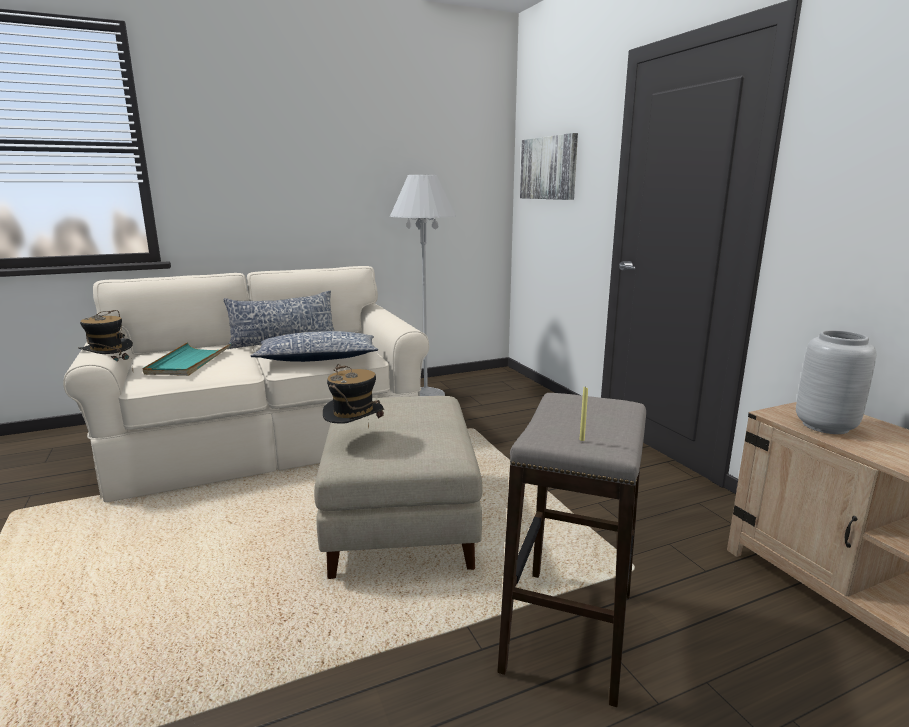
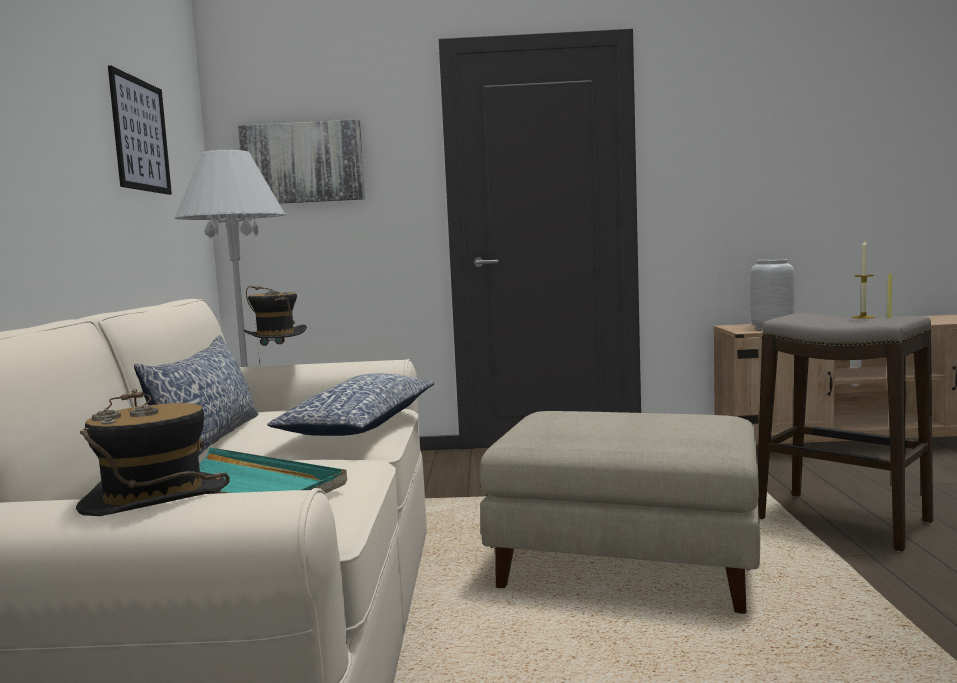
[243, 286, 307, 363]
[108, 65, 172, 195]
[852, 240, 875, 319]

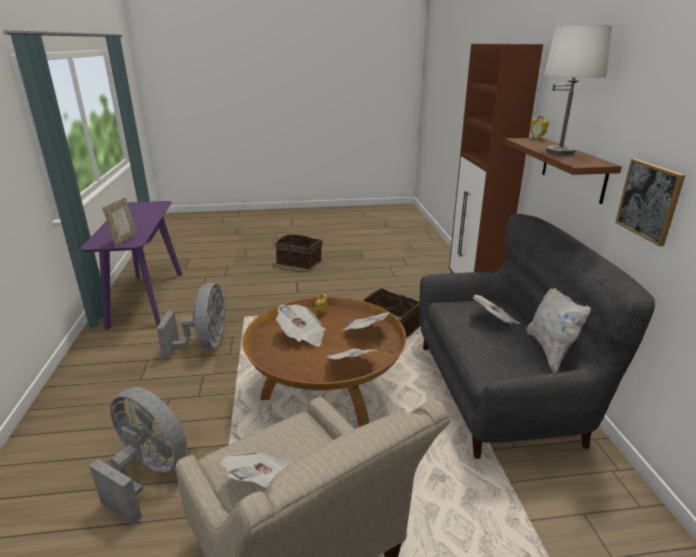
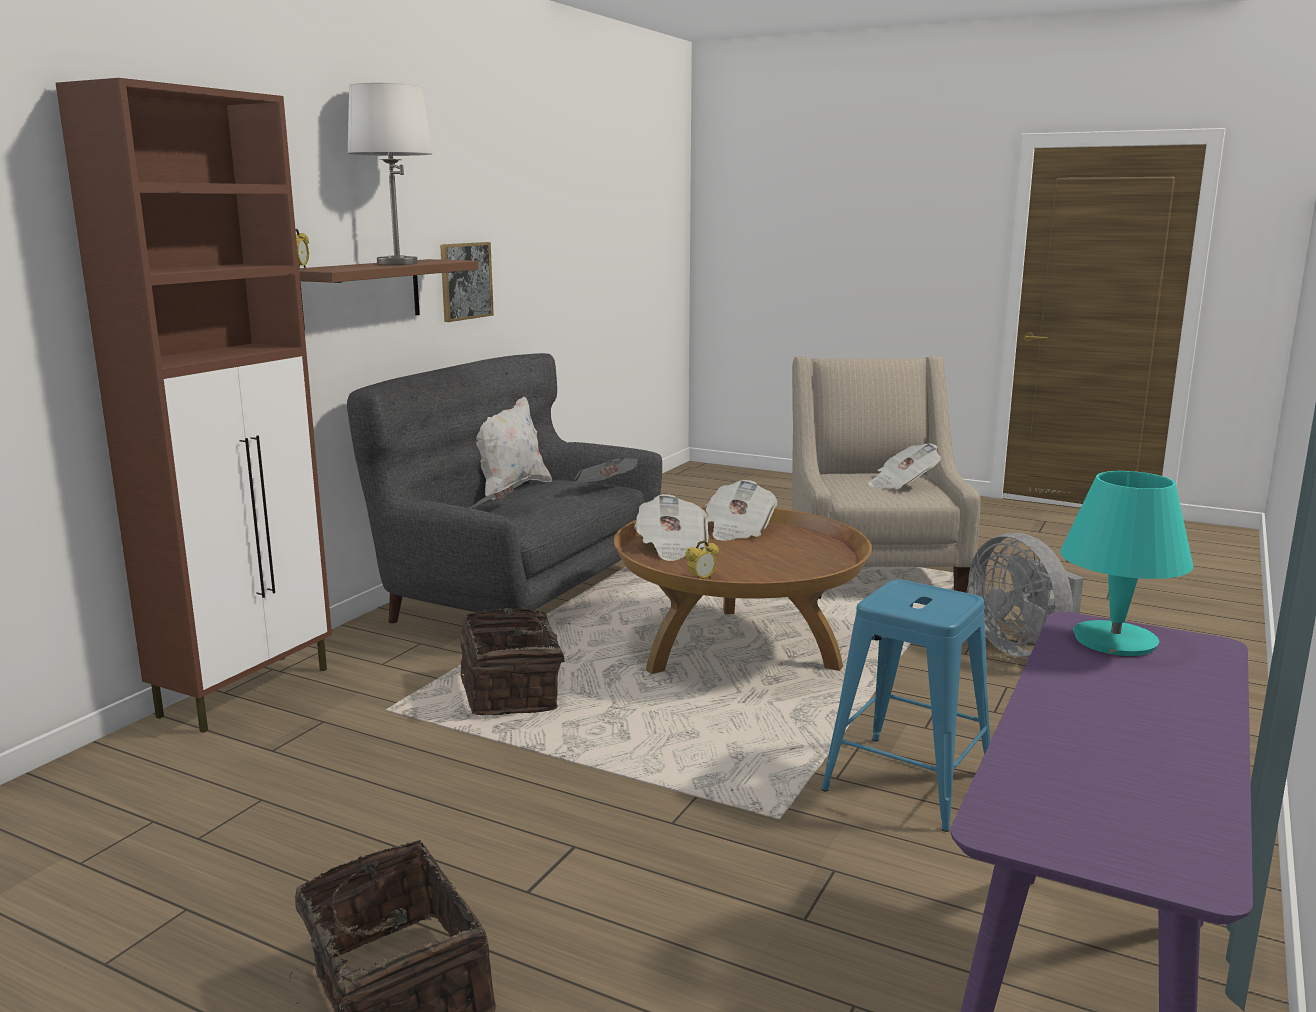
[1060, 471, 1193, 656]
[821, 580, 990, 832]
[574, 458, 638, 483]

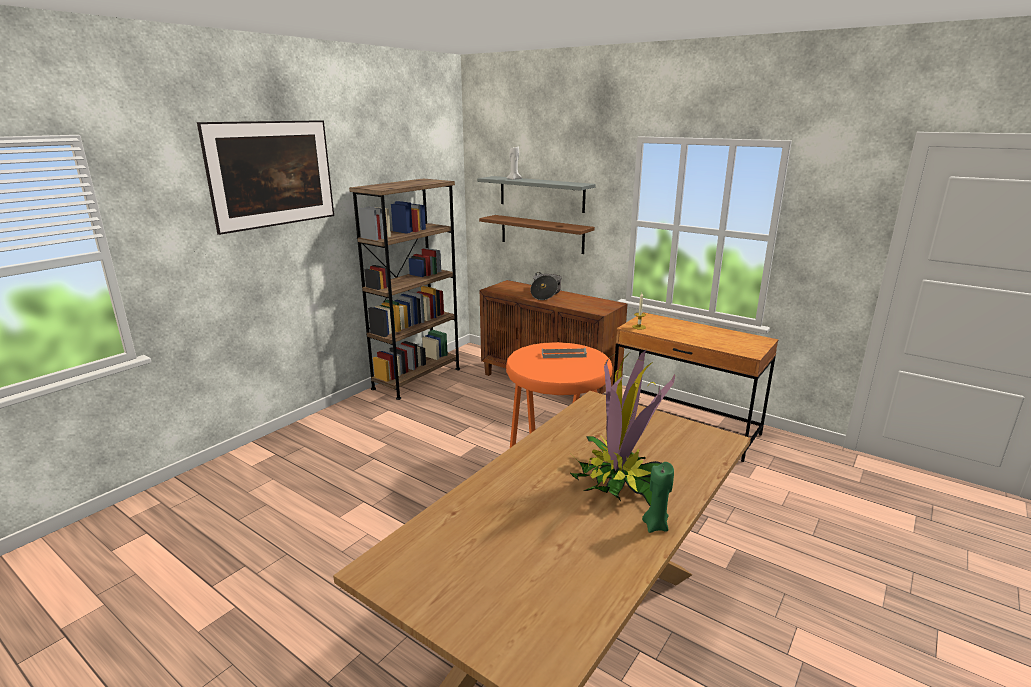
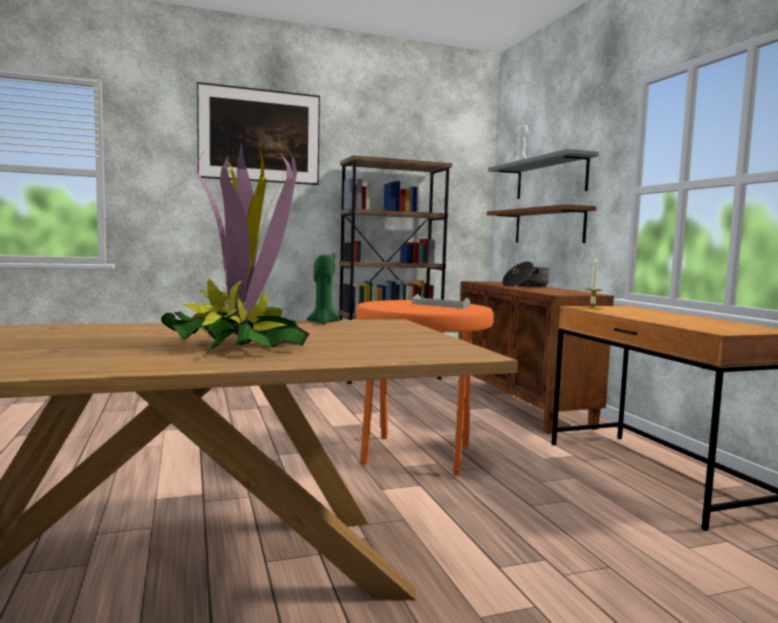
[306, 253, 341, 324]

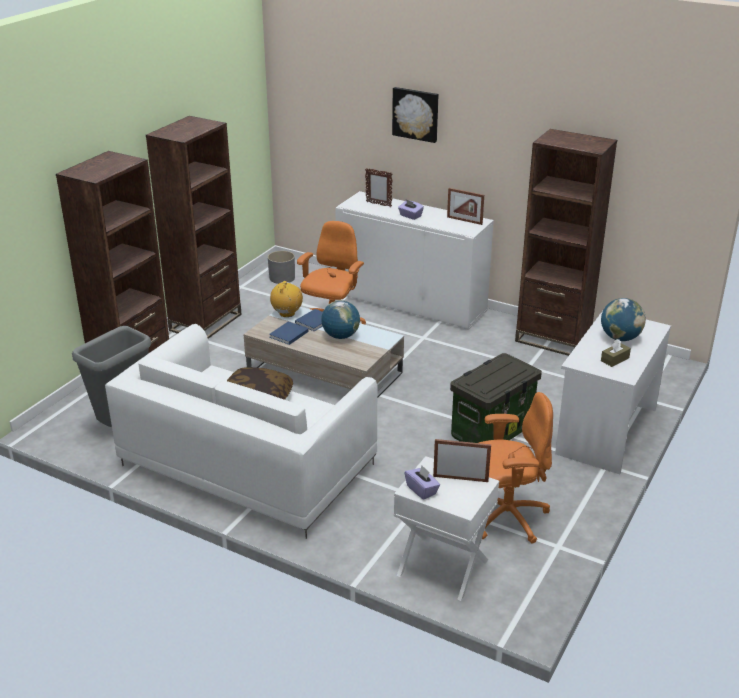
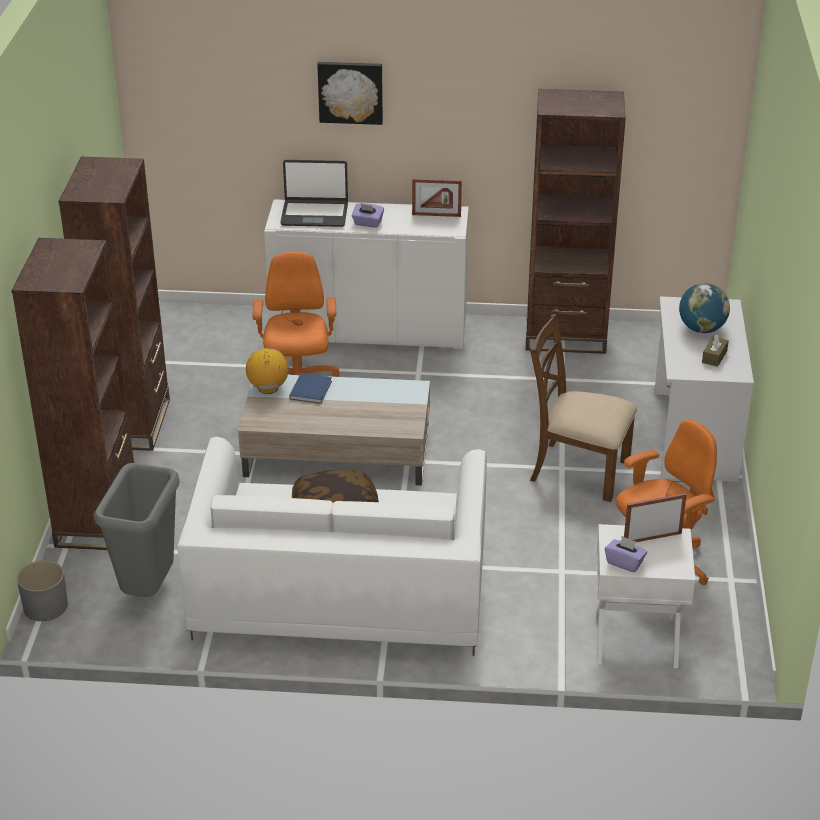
[280, 160, 348, 227]
[17, 560, 68, 621]
[321, 300, 360, 339] (first image)
[269, 321, 309, 345] (first image)
[530, 314, 637, 502]

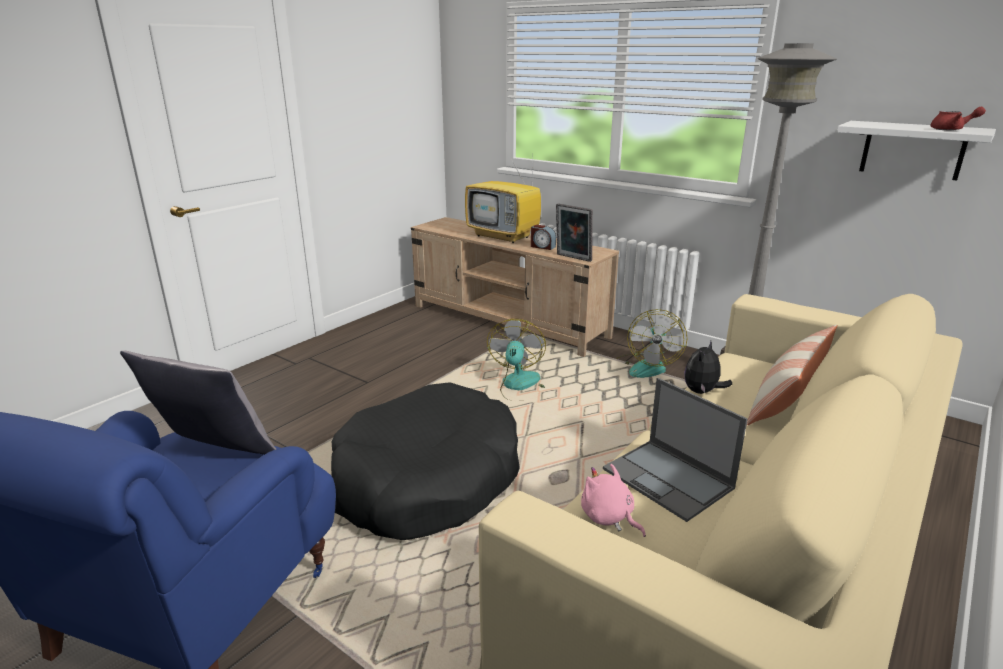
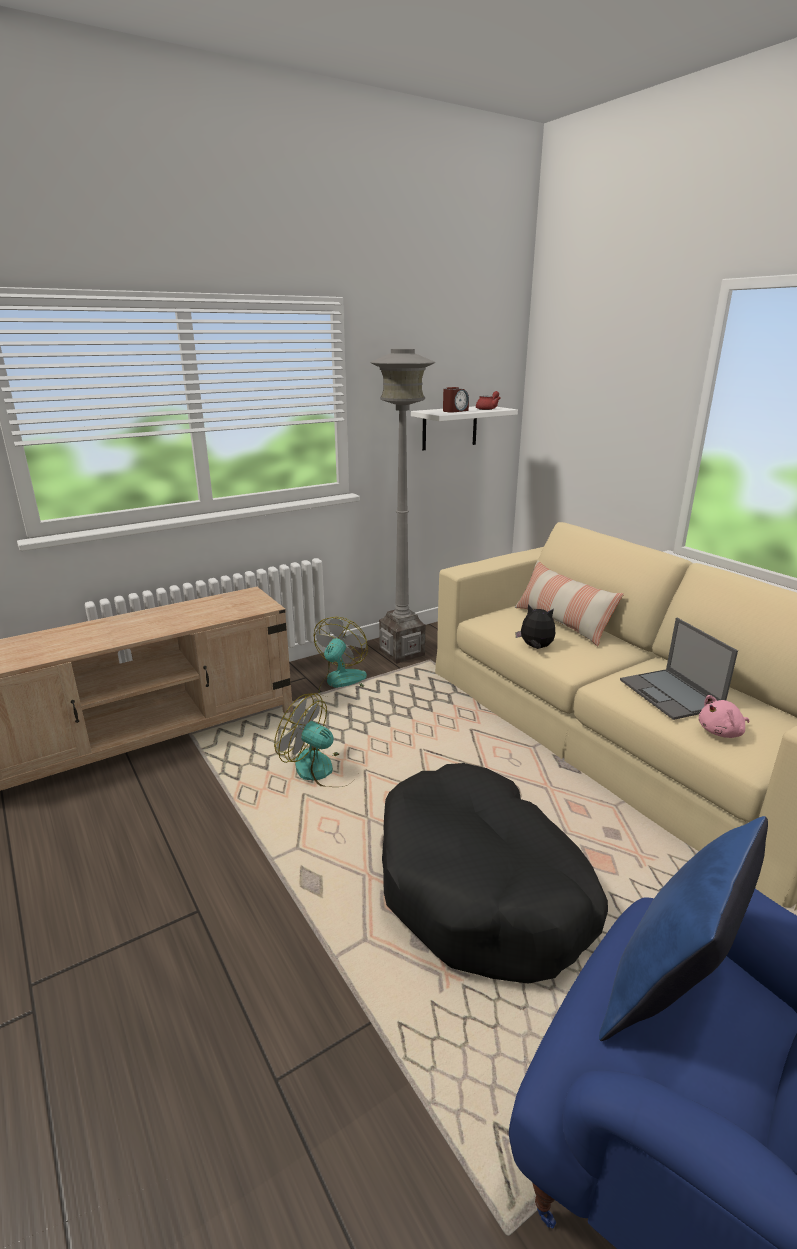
[465, 158, 541, 243] (first image)
[556, 203, 592, 262] (first image)
[443, 387, 469, 413]
[314, 617, 368, 698]
[515, 604, 555, 649]
[599, 816, 768, 1041]
[620, 618, 738, 720]

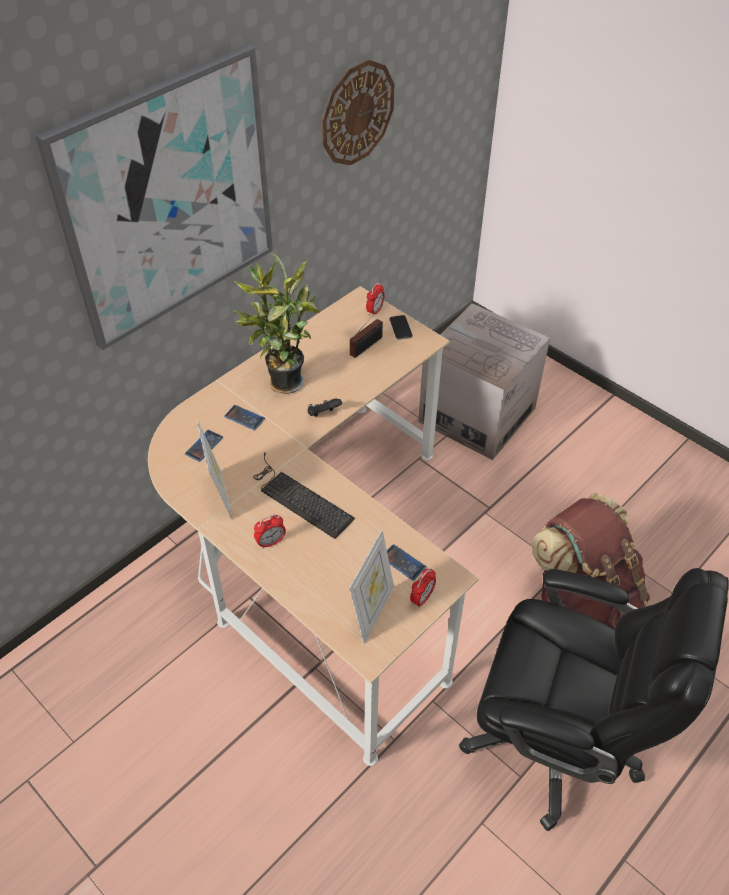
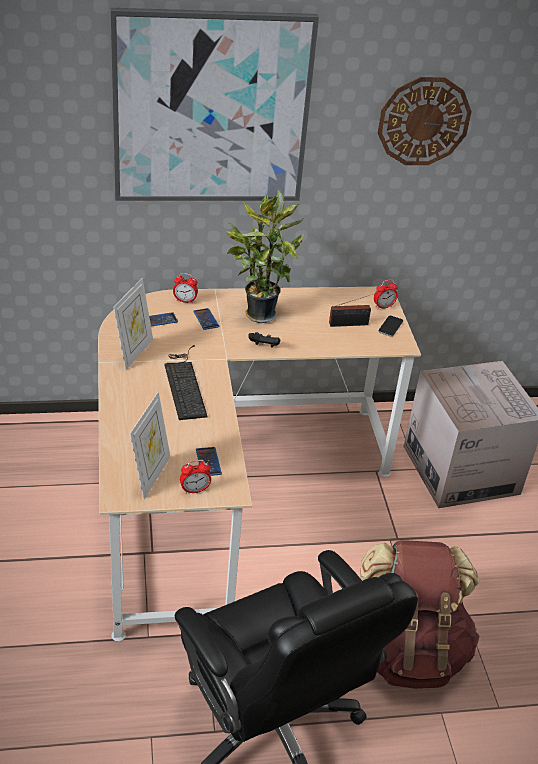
[173, 273, 198, 304]
[130, 392, 170, 499]

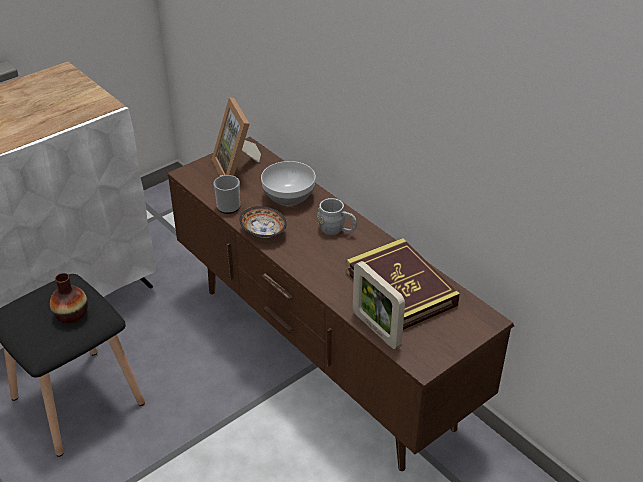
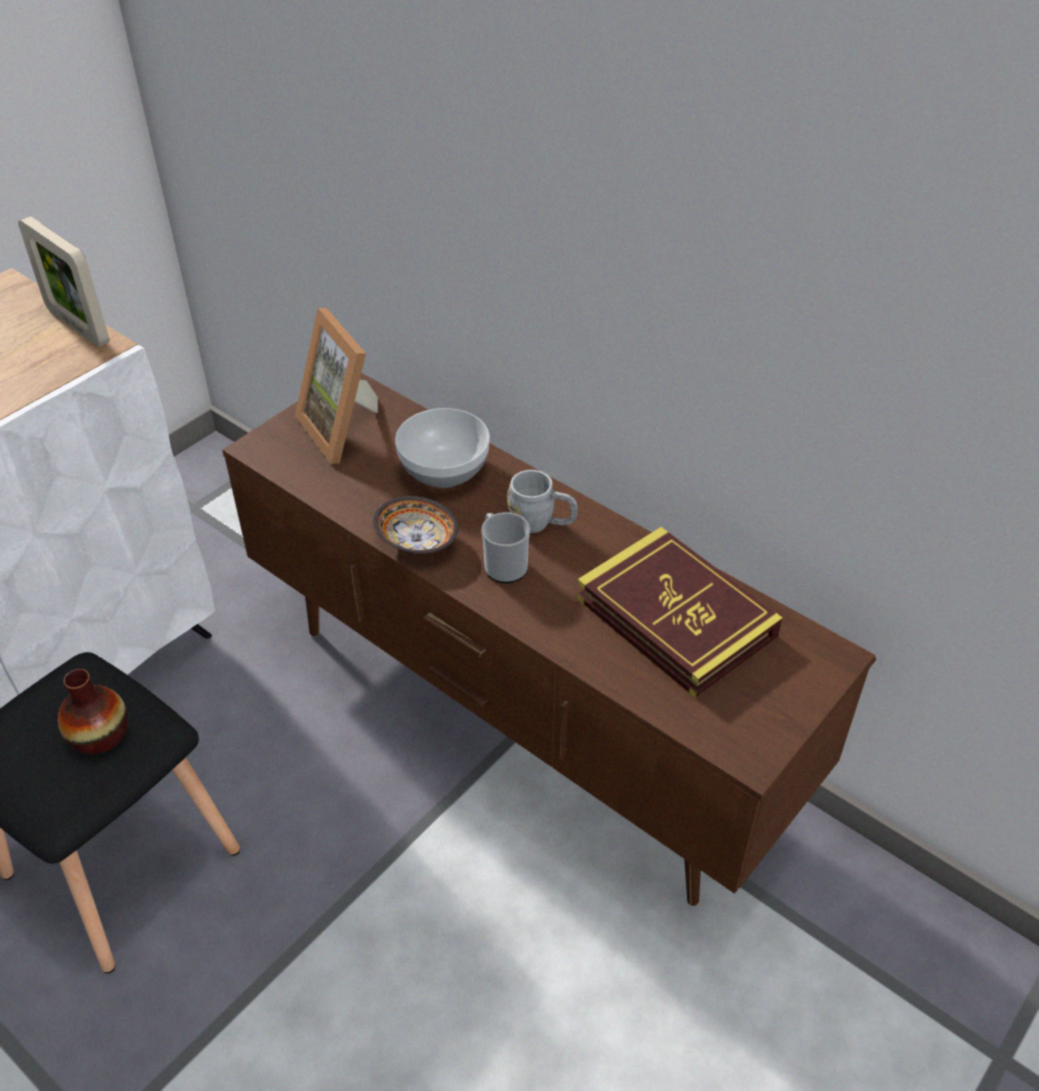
[481, 512, 530, 583]
[18, 216, 109, 347]

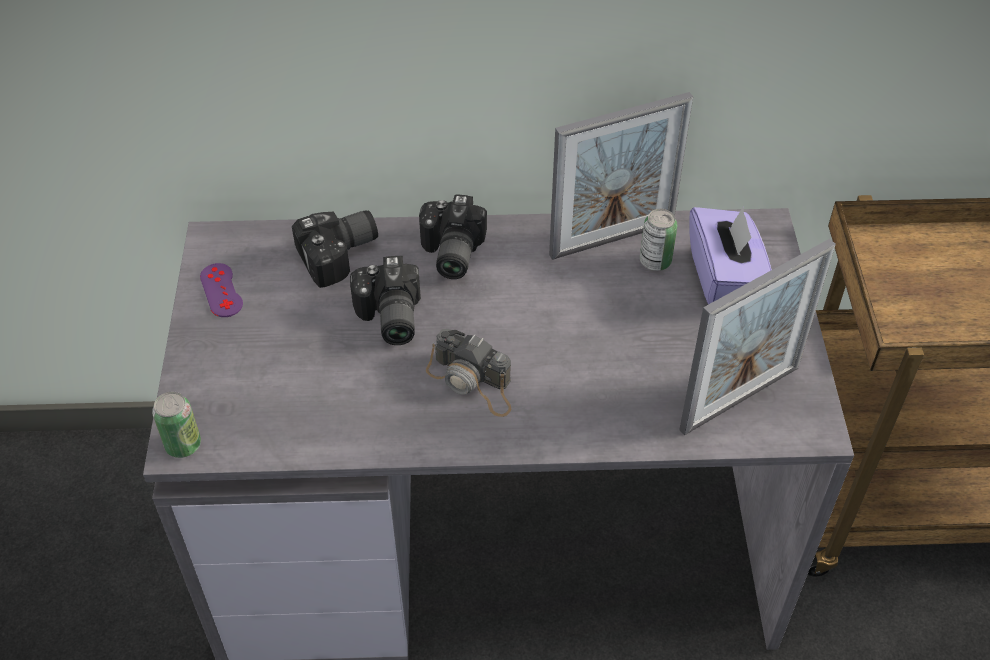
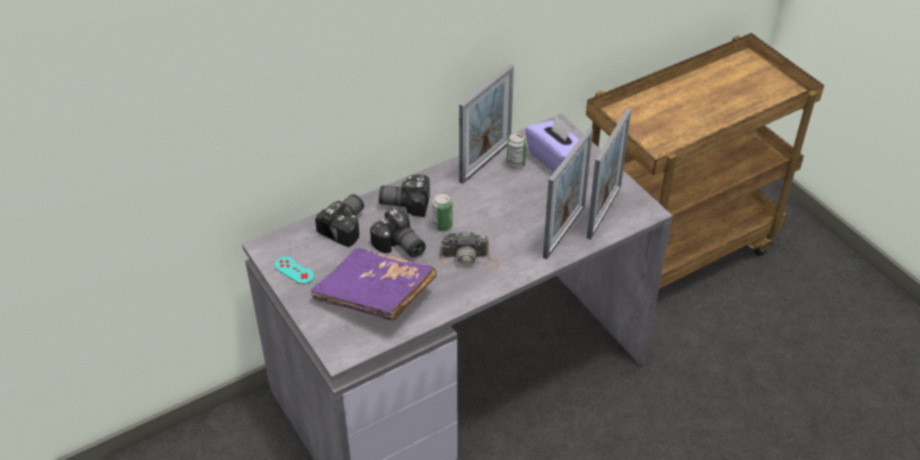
[379, 175, 430, 217]
[275, 257, 314, 284]
[432, 193, 453, 231]
[543, 128, 593, 259]
[311, 248, 437, 321]

